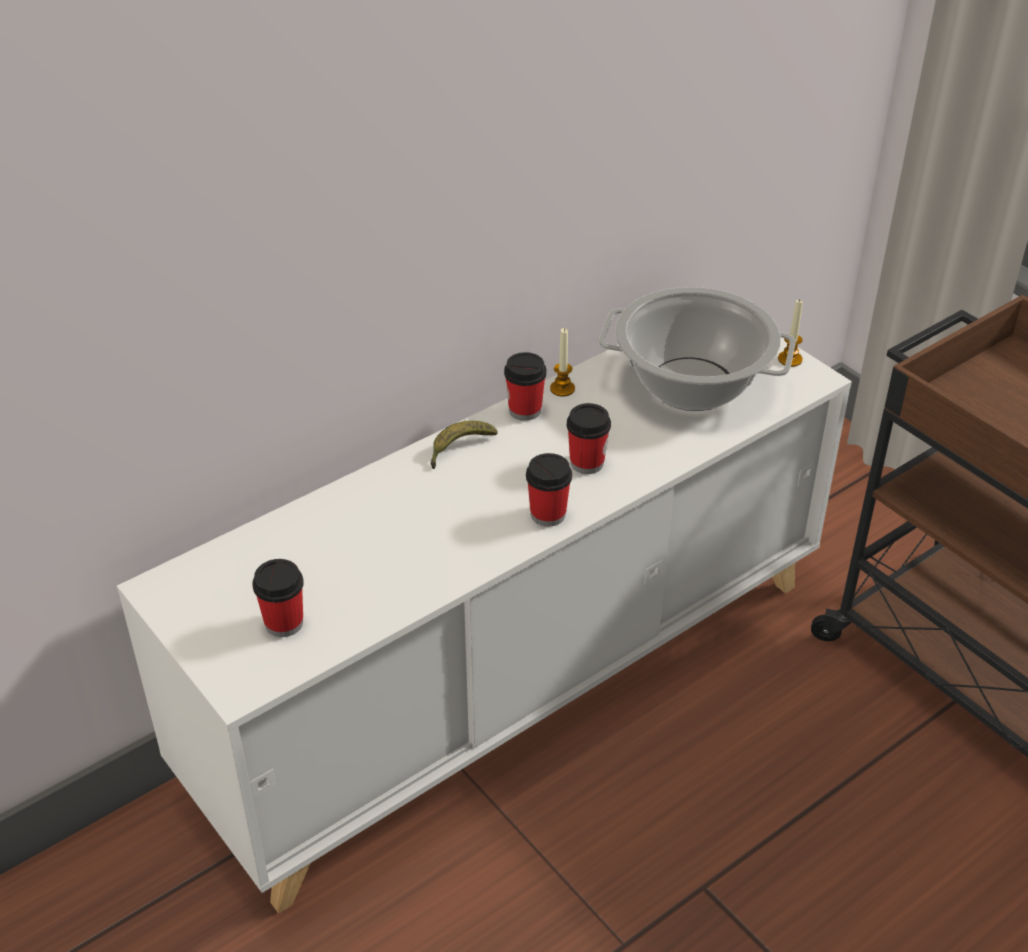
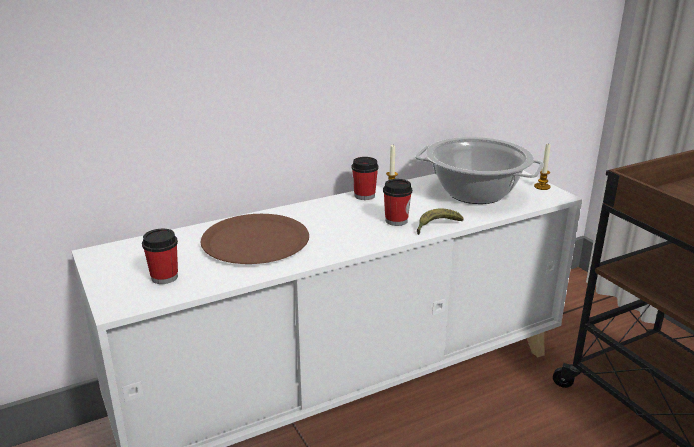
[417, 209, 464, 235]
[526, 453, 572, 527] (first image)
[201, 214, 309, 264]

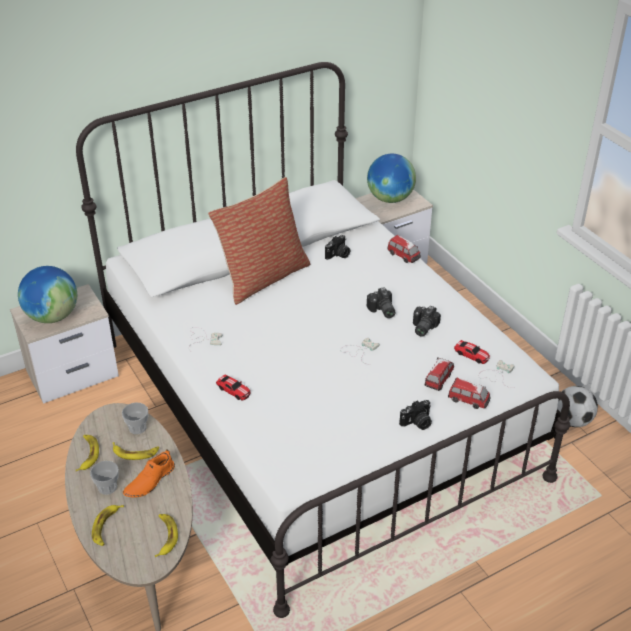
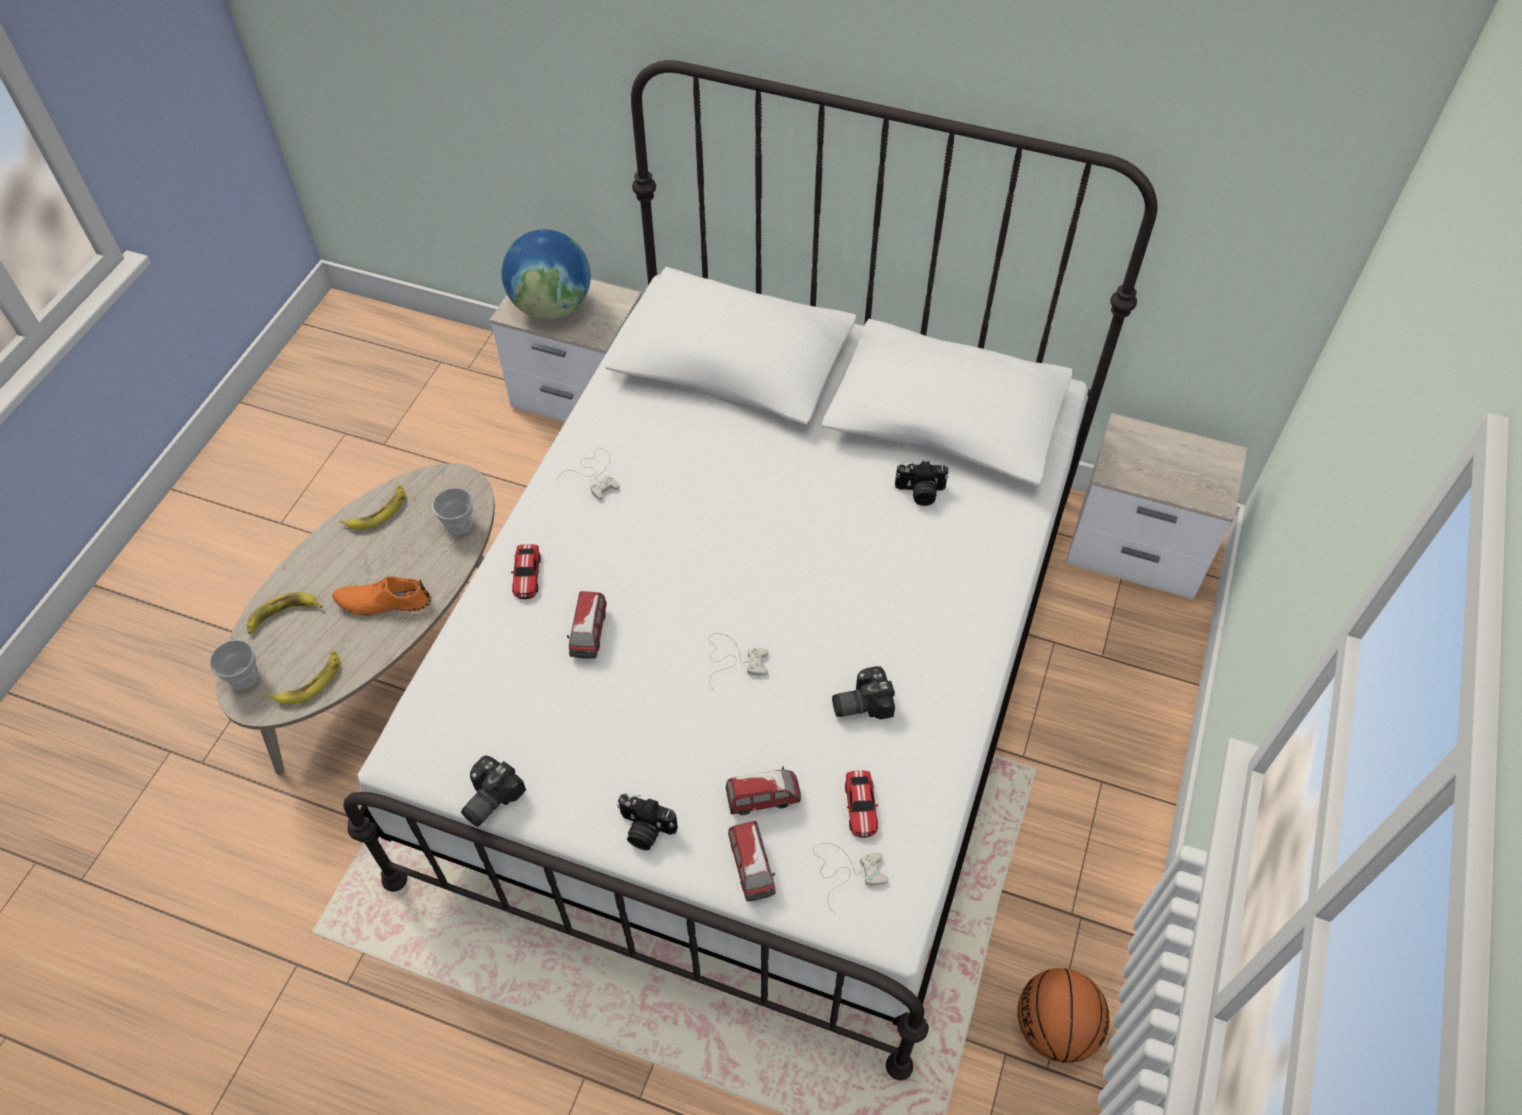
[367, 154, 416, 203] (first image)
[208, 177, 310, 305] (first image)
[567, 591, 607, 659]
[461, 755, 526, 827]
[1017, 968, 1109, 1063]
[113, 442, 159, 460] (first image)
[209, 640, 259, 690]

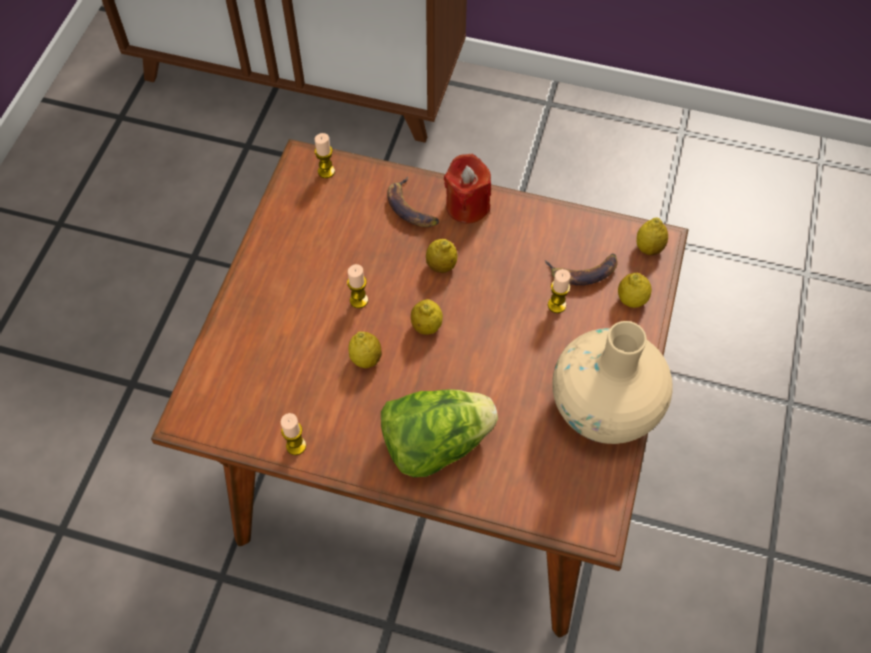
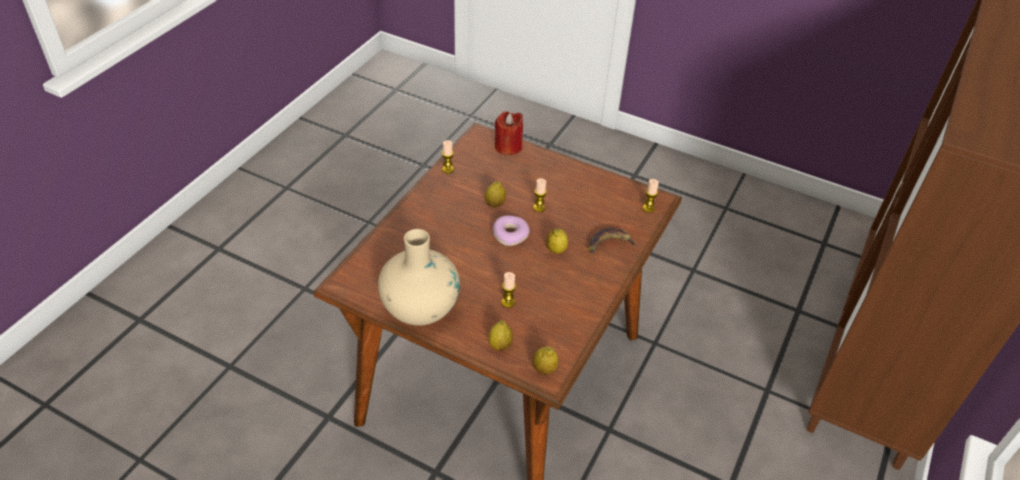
[495, 111, 523, 155]
[545, 253, 618, 285] (first image)
[492, 215, 530, 246]
[381, 389, 498, 477] (first image)

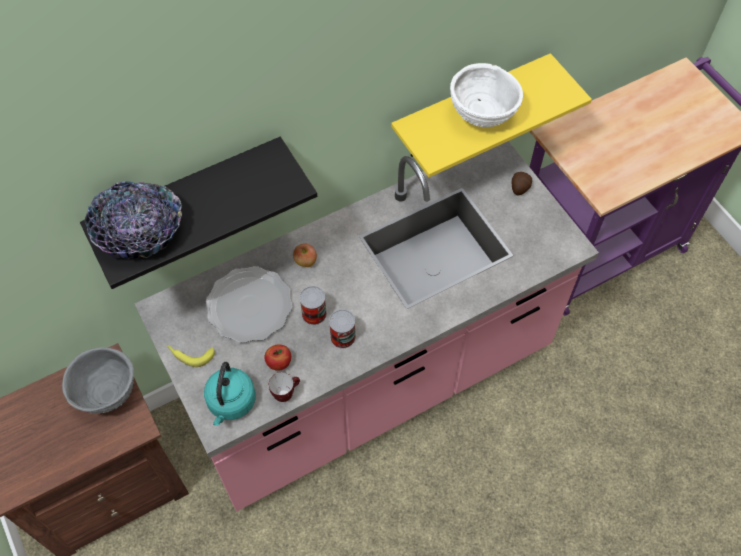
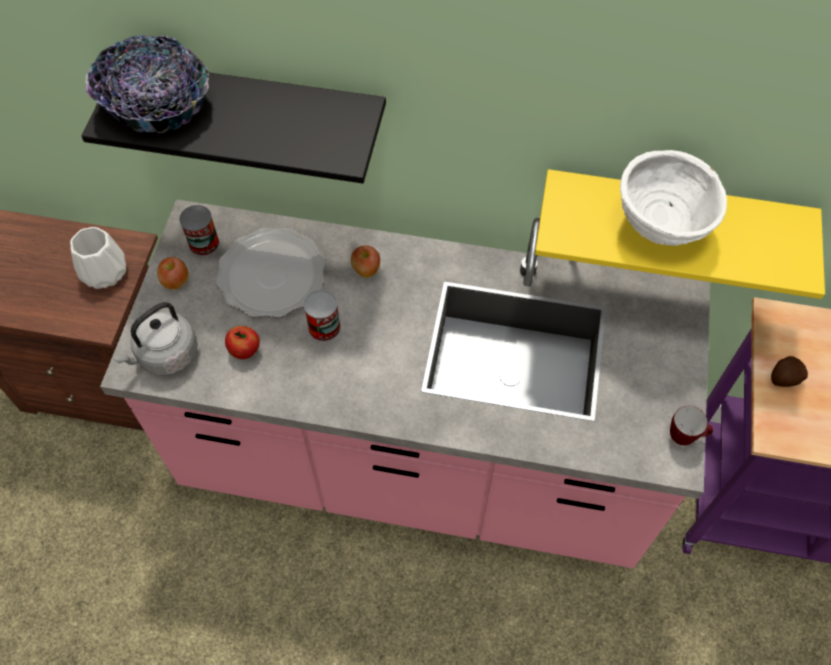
[771, 356, 808, 387]
[179, 205, 220, 256]
[157, 257, 189, 290]
[70, 227, 126, 289]
[113, 302, 198, 375]
[670, 406, 713, 445]

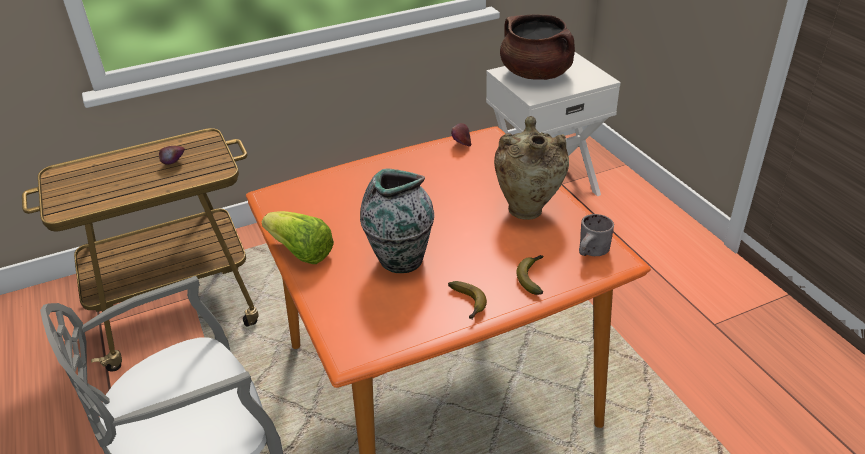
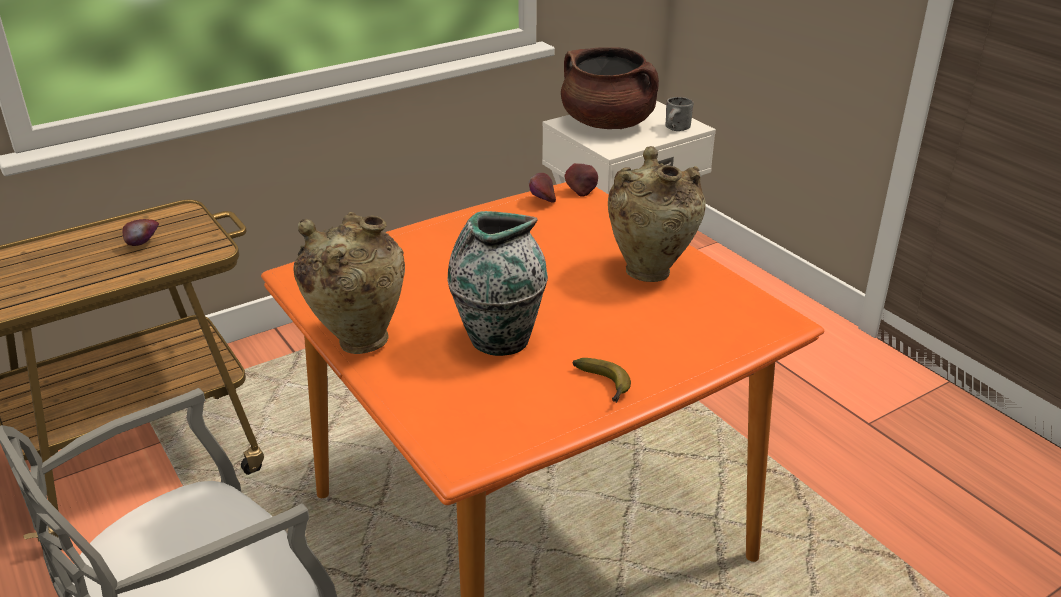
[293, 212, 405, 354]
[665, 97, 694, 131]
[516, 255, 543, 295] (first image)
[564, 163, 598, 197]

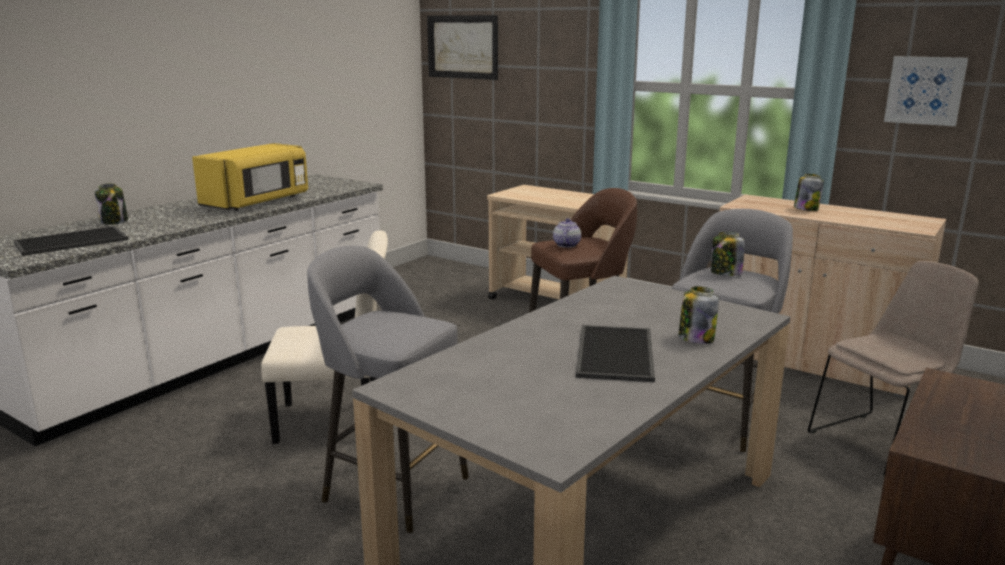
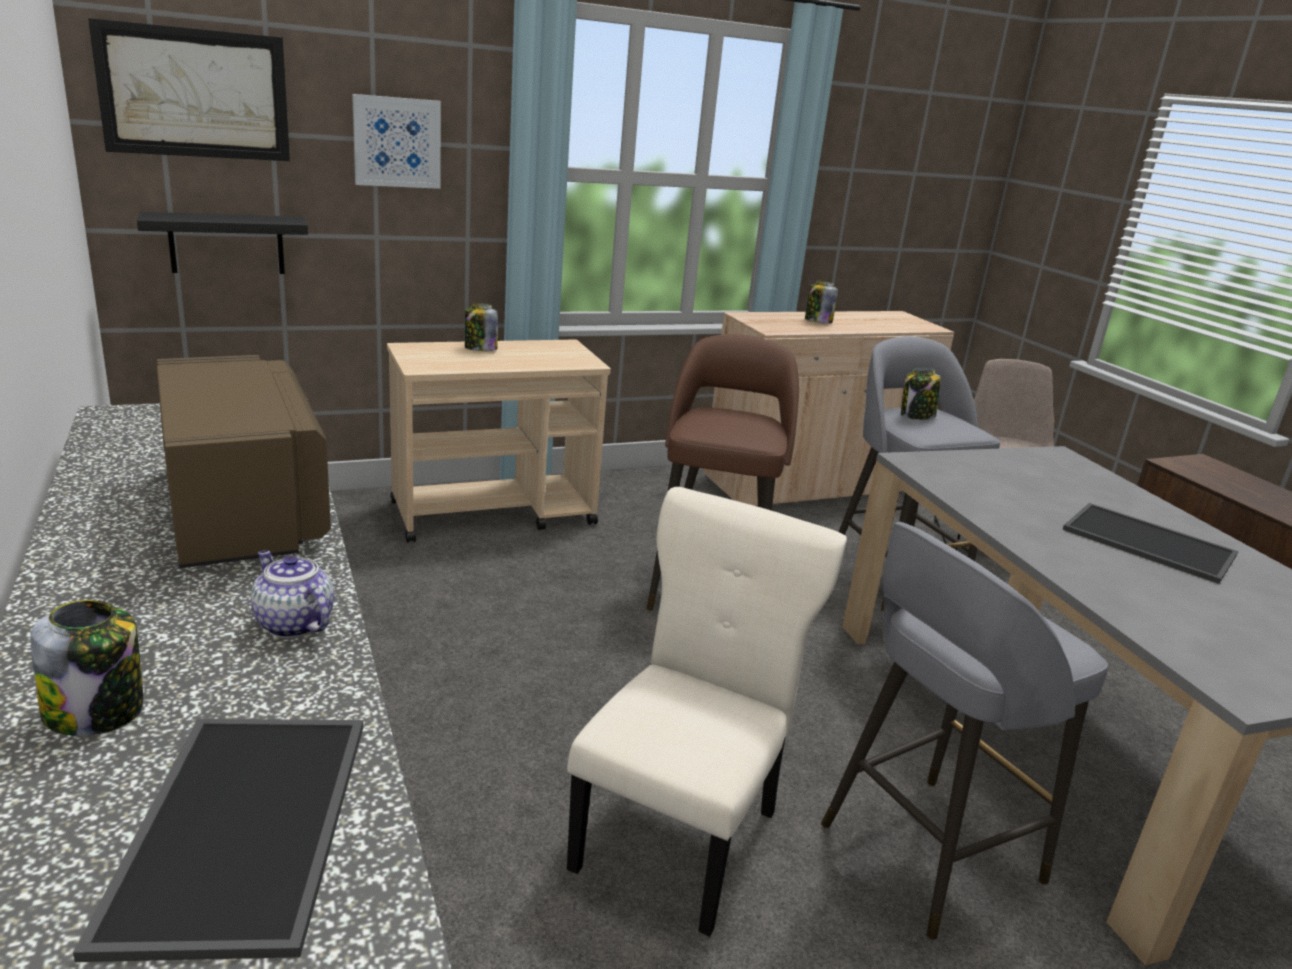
[352, 94, 441, 189]
[157, 355, 331, 568]
[251, 550, 335, 638]
[465, 303, 498, 351]
[137, 212, 308, 274]

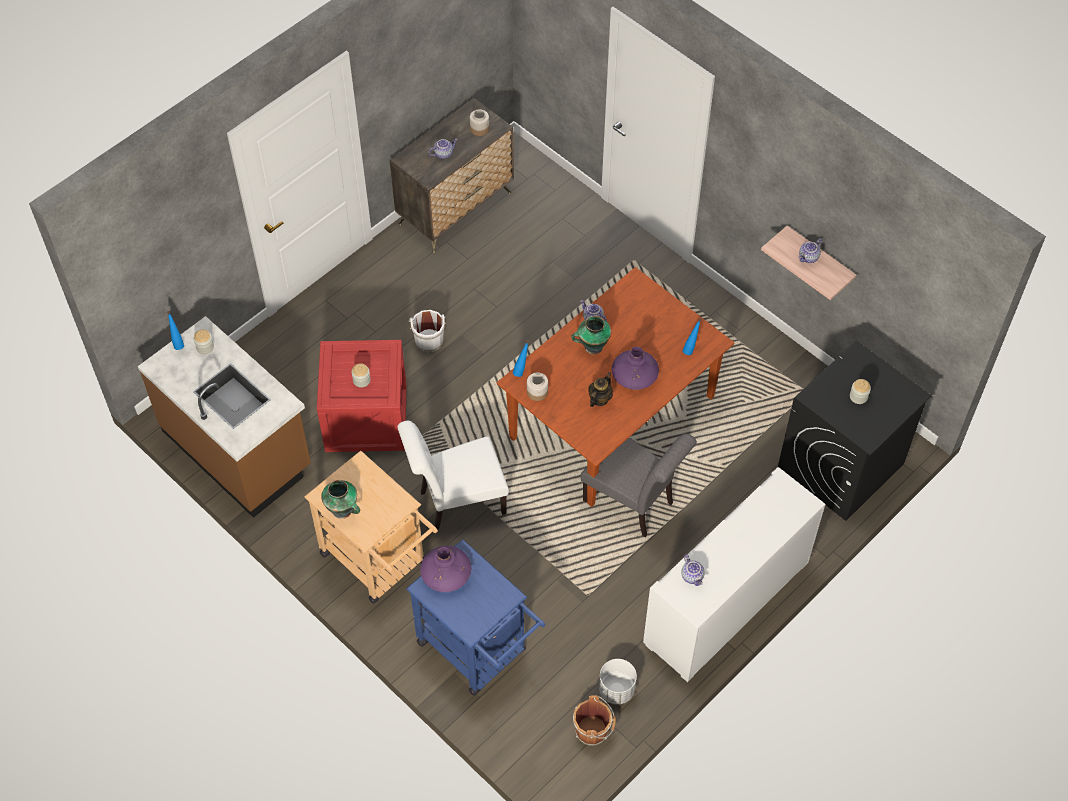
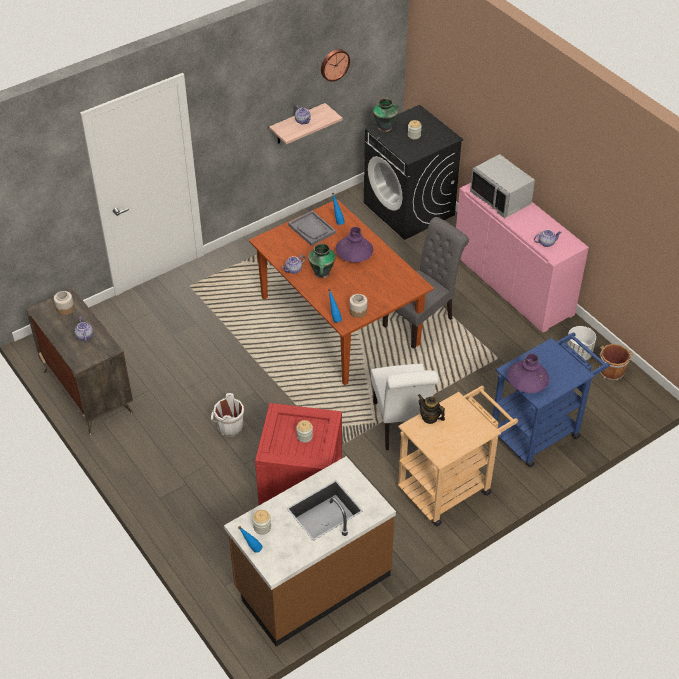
[418, 394, 445, 424]
[456, 183, 589, 333]
[373, 98, 398, 132]
[321, 49, 350, 82]
[470, 154, 535, 218]
[288, 210, 336, 246]

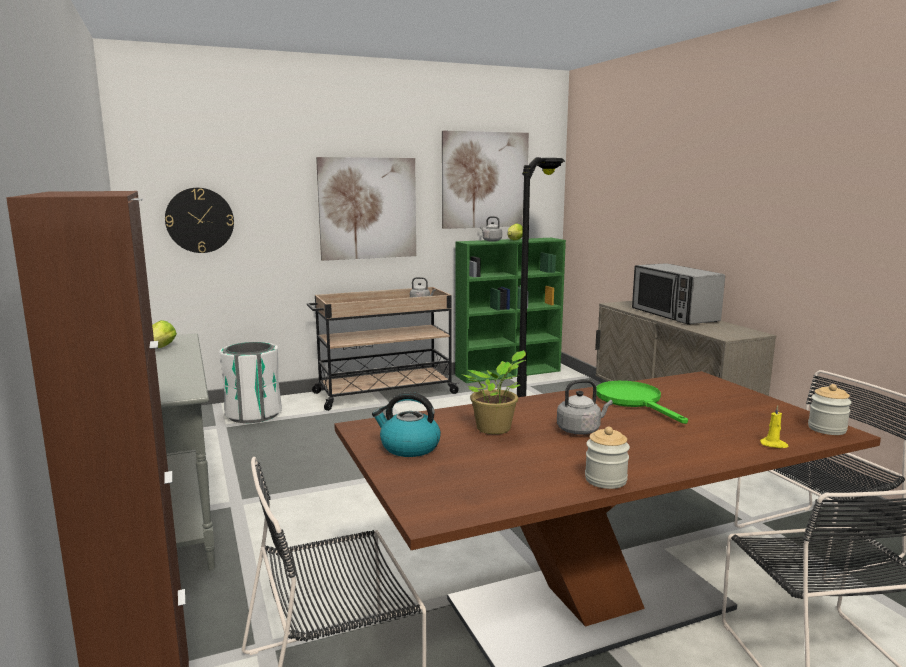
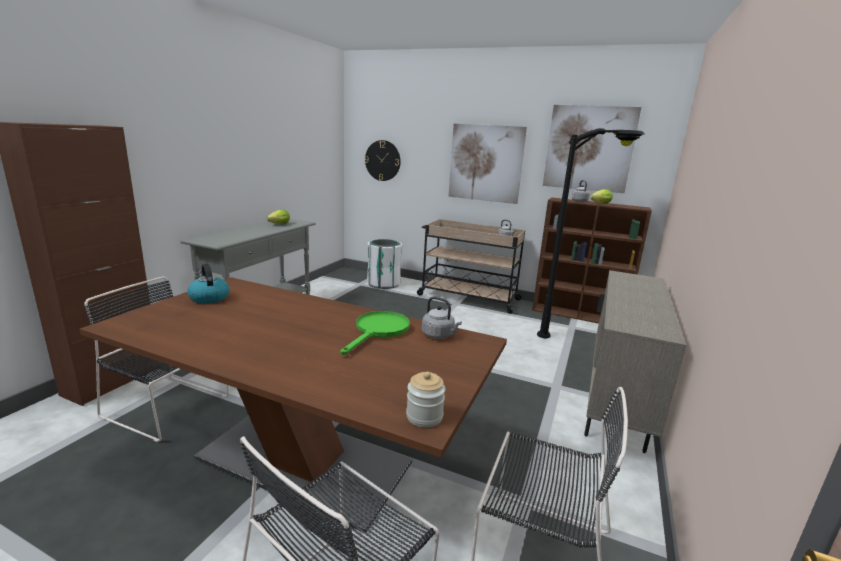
[532, 197, 652, 324]
[632, 263, 725, 325] (first image)
[461, 350, 526, 434] (first image)
[422, 297, 462, 339]
[760, 405, 789, 448] (first image)
[585, 427, 630, 489] (first image)

